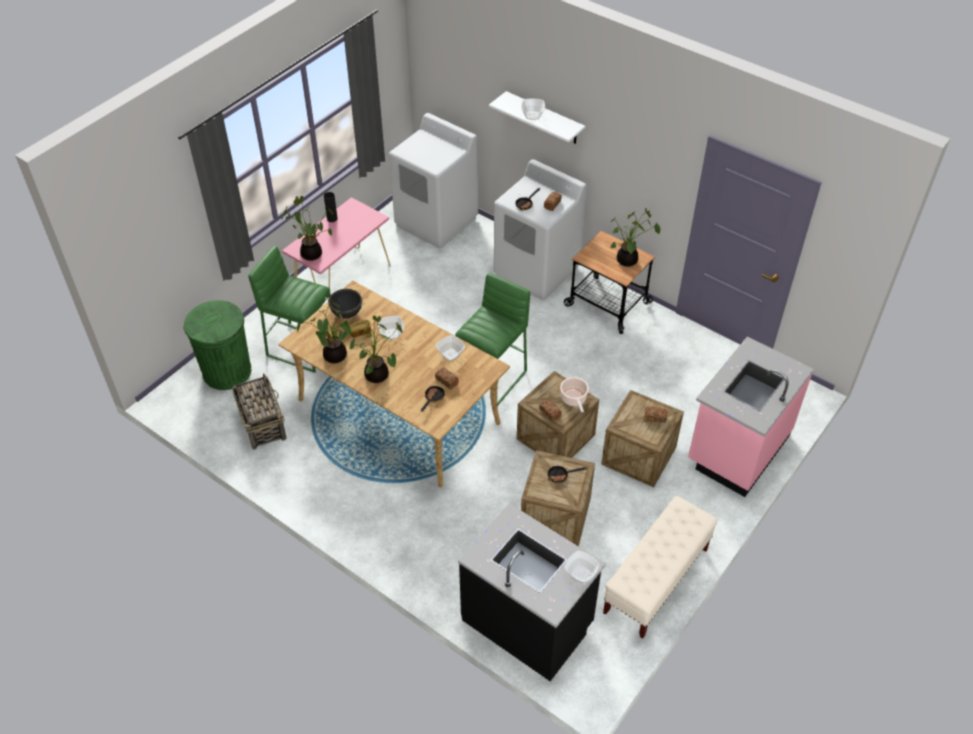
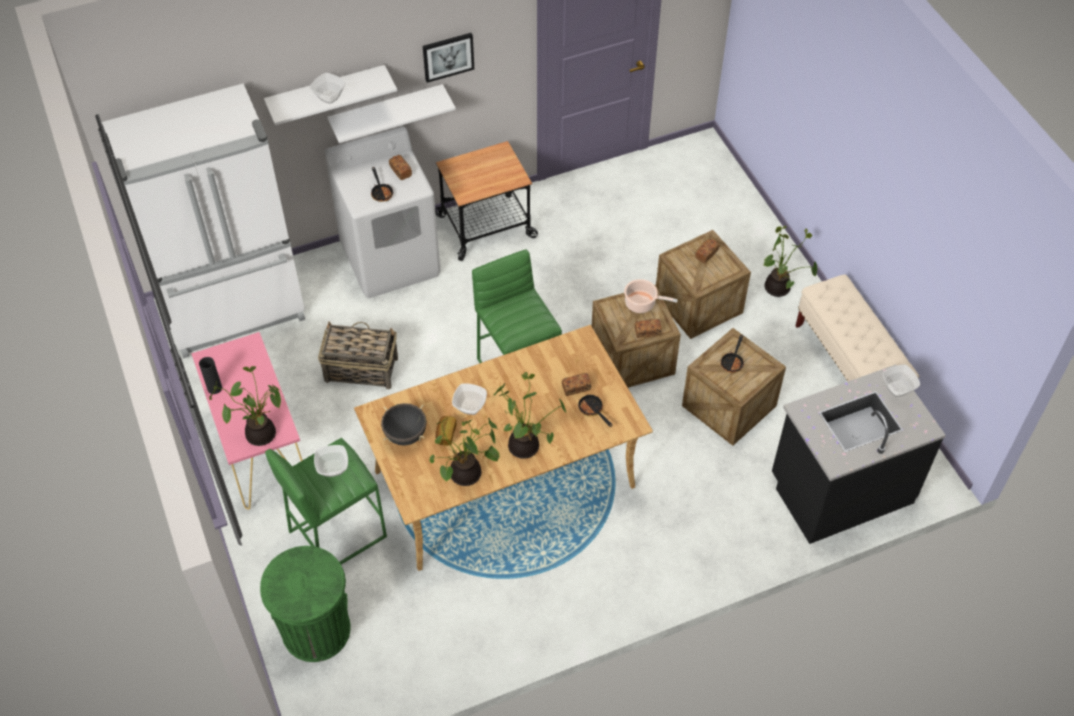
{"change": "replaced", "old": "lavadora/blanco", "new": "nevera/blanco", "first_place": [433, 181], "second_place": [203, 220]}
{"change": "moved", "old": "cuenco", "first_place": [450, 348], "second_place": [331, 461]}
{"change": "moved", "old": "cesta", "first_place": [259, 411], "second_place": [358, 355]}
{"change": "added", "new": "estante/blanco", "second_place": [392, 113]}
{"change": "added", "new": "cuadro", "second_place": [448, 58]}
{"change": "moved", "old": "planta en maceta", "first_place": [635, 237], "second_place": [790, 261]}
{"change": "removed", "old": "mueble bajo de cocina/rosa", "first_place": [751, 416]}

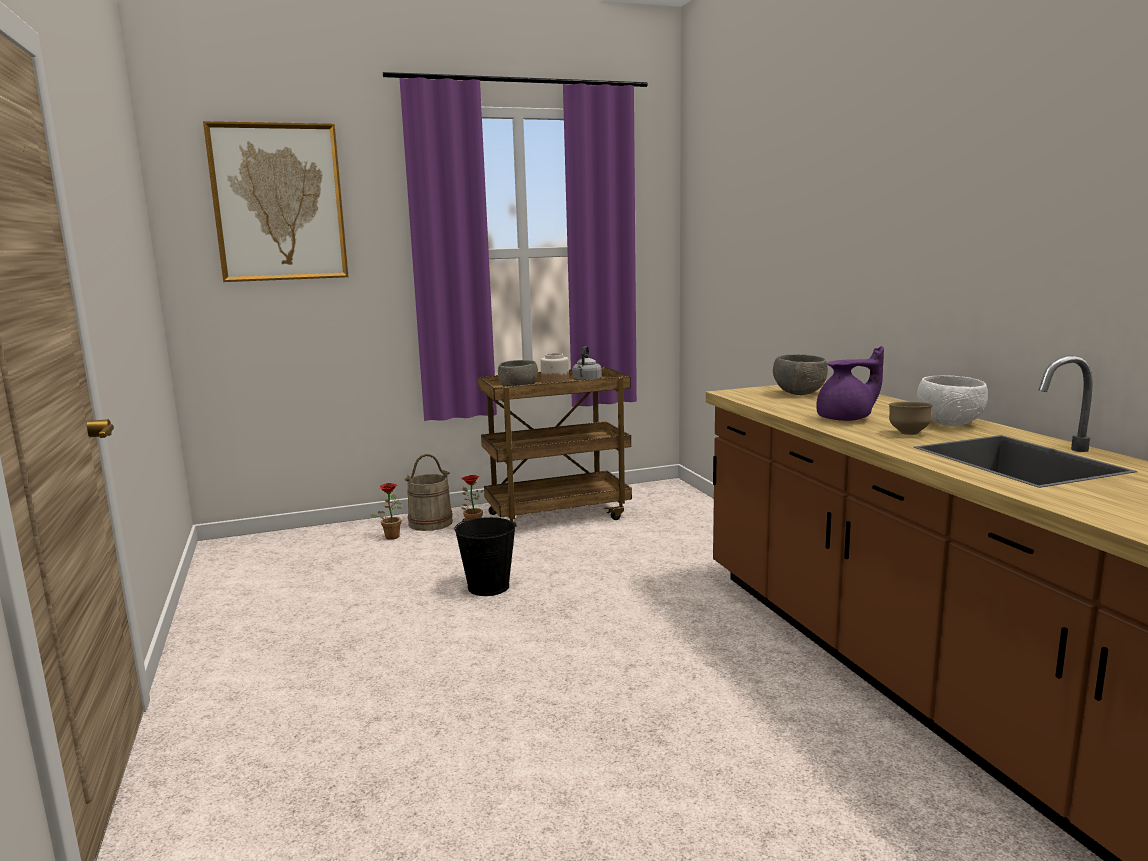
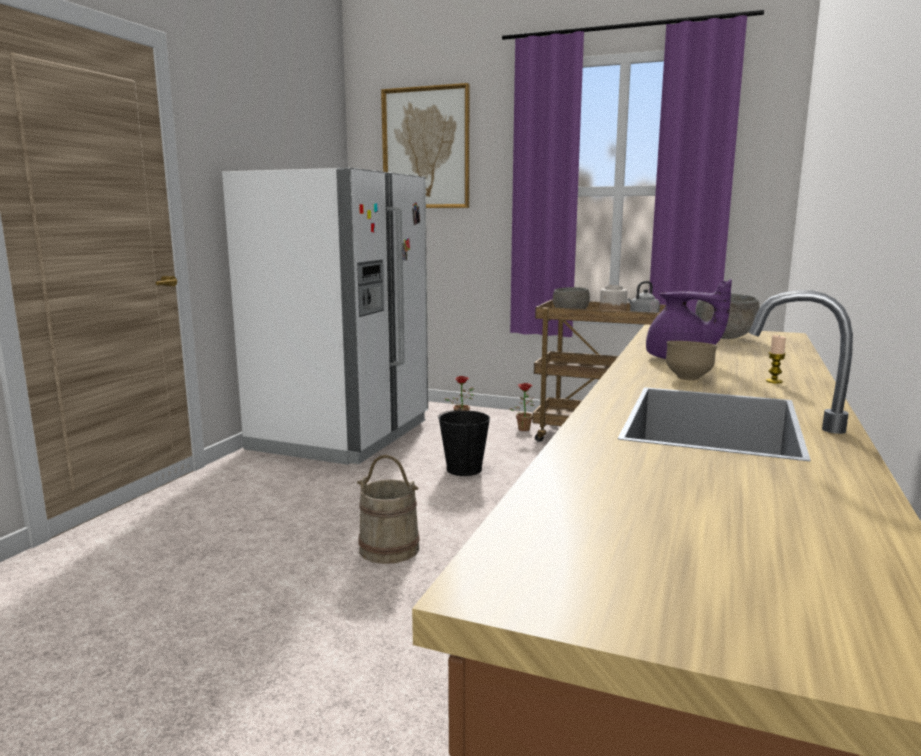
{"change": "added", "new": "nevera/blanco", "second_place": [325, 316]}
{"change": "moved", "old": "cubo/beis", "first_place": [428, 492], "second_place": [388, 509]}
{"change": "replaced", "old": "cuenco/blanco", "new": "vela", "first_place": [952, 400], "second_place": [776, 359]}

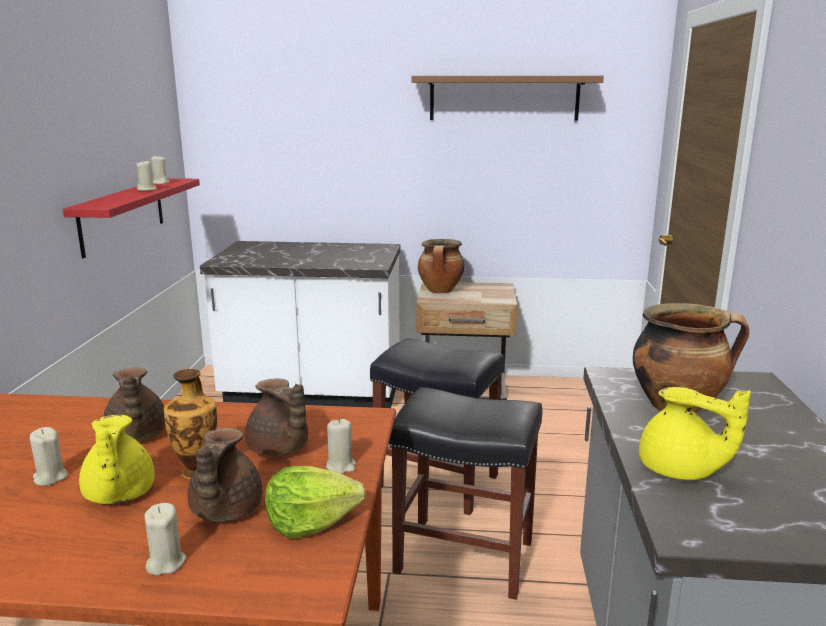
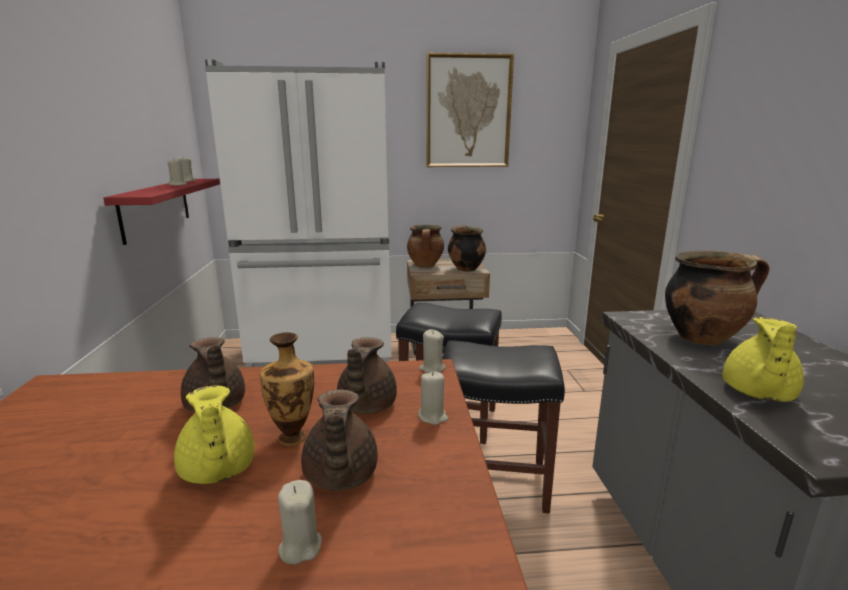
{"change": "replaced", "old": "mueble bajo de cocina/blanco", "new": "nevera/blanco", "first_place": [300, 324], "second_place": [298, 213]}
{"change": "turned", "old": "tetera/marrón", "first_place": [276, 417], "second_place": [367, 375], "degrees": 60}
{"change": "moved", "old": "vela/beis", "first_place": [48, 456], "second_place": [432, 351]}
{"change": "replaced", "old": "estante/marrón", "new": "cuadro", "first_place": [508, 98], "second_place": [470, 110]}
{"change": "added", "new": "olla", "second_place": [467, 248]}
{"change": "turned", "old": "tetera/amarillo", "first_place": [695, 433], "second_place": [763, 359], "degrees": 90}
{"change": "removed", "old": "lechuga", "first_place": [315, 502]}

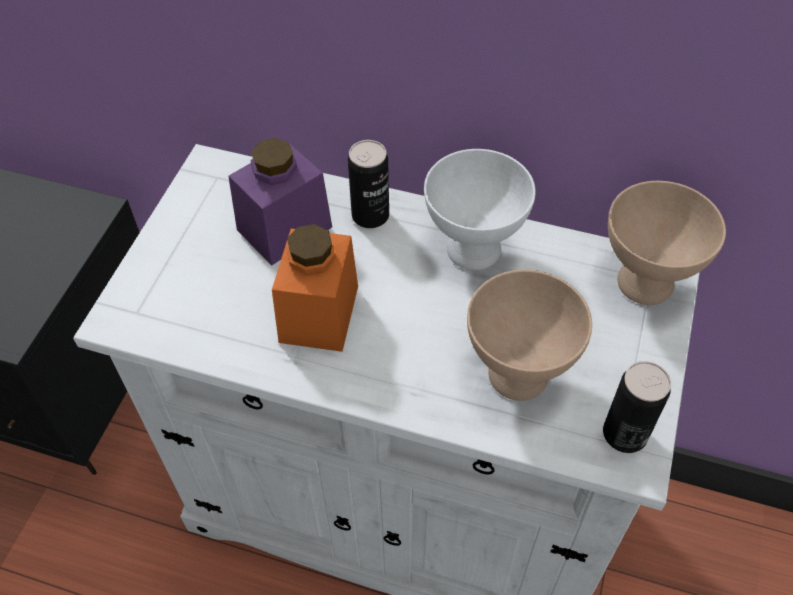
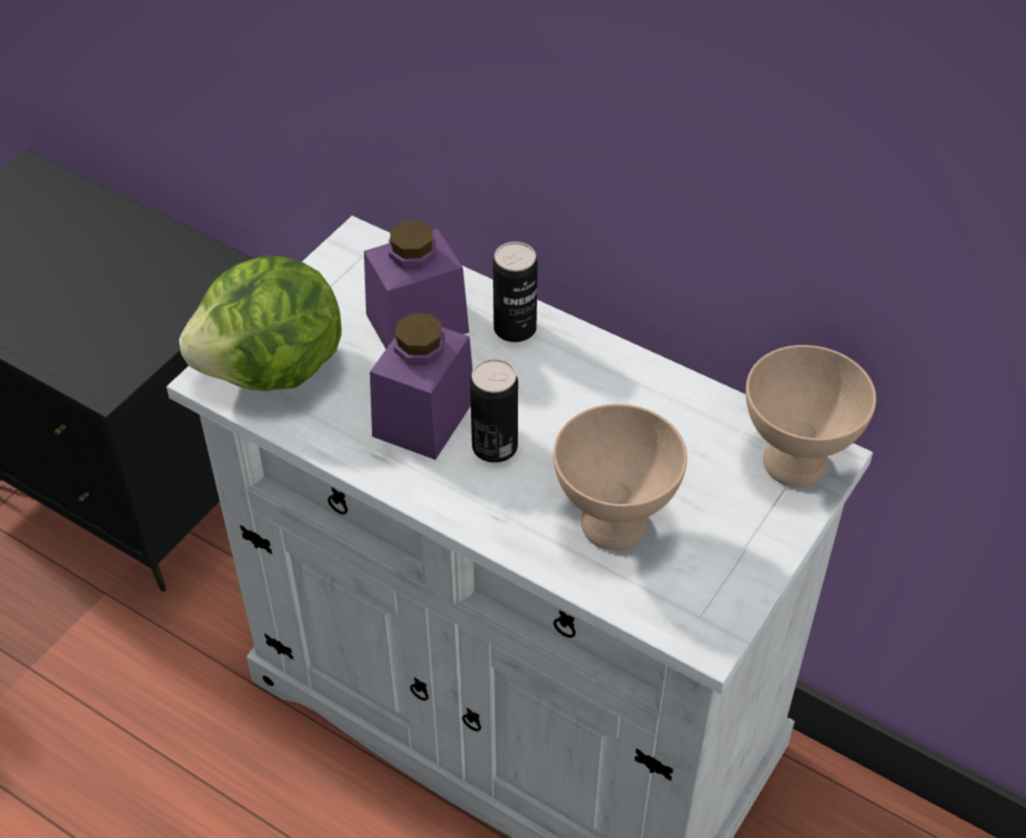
{"change": "added", "new": "lechuga", "second_place": [260, 323]}
{"change": "recoloured", "old": "tarro/naranja", "new": "tarro/morado", "first_place": [315, 288], "second_place": [421, 386]}
{"change": "moved", "old": "lata", "first_place": [637, 407], "second_place": [494, 411]}
{"change": "removed", "old": "cuenco/blanco", "first_place": [480, 209]}

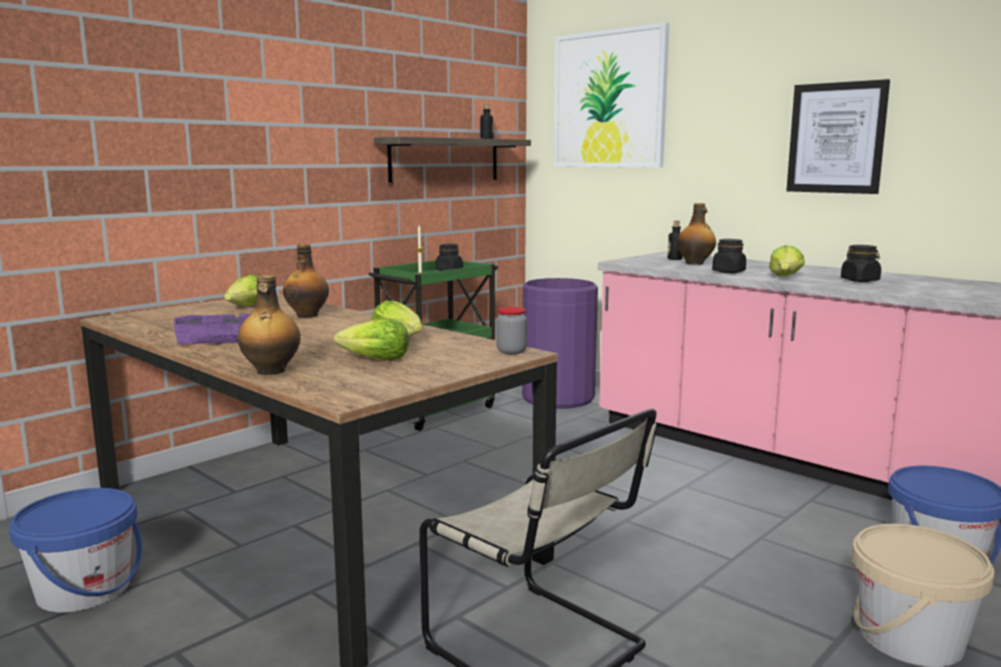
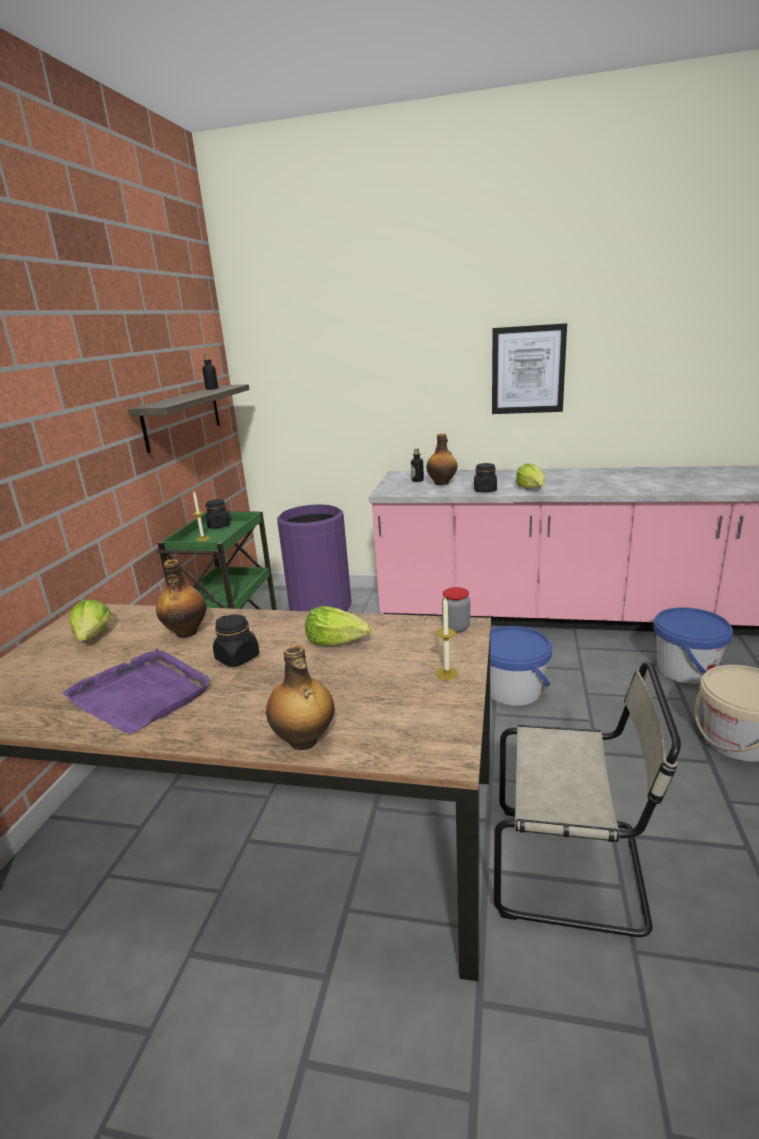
{"change": "moved", "old": "tarro/negro", "first_place": [861, 263], "second_place": [236, 641]}
{"change": "added", "new": "vela", "second_place": [447, 638]}
{"change": "moved", "old": "cubo/azul", "first_place": [75, 550], "second_place": [521, 666]}
{"change": "removed", "old": "lechuga", "first_place": [371, 340]}
{"change": "removed", "old": "cuadro", "first_place": [612, 95]}

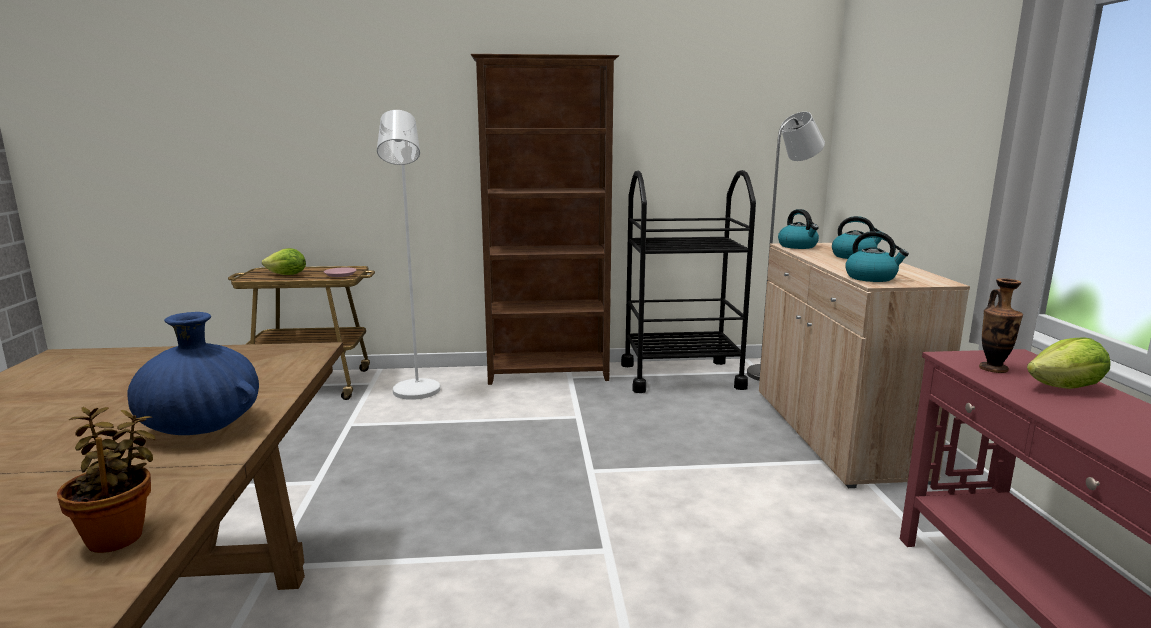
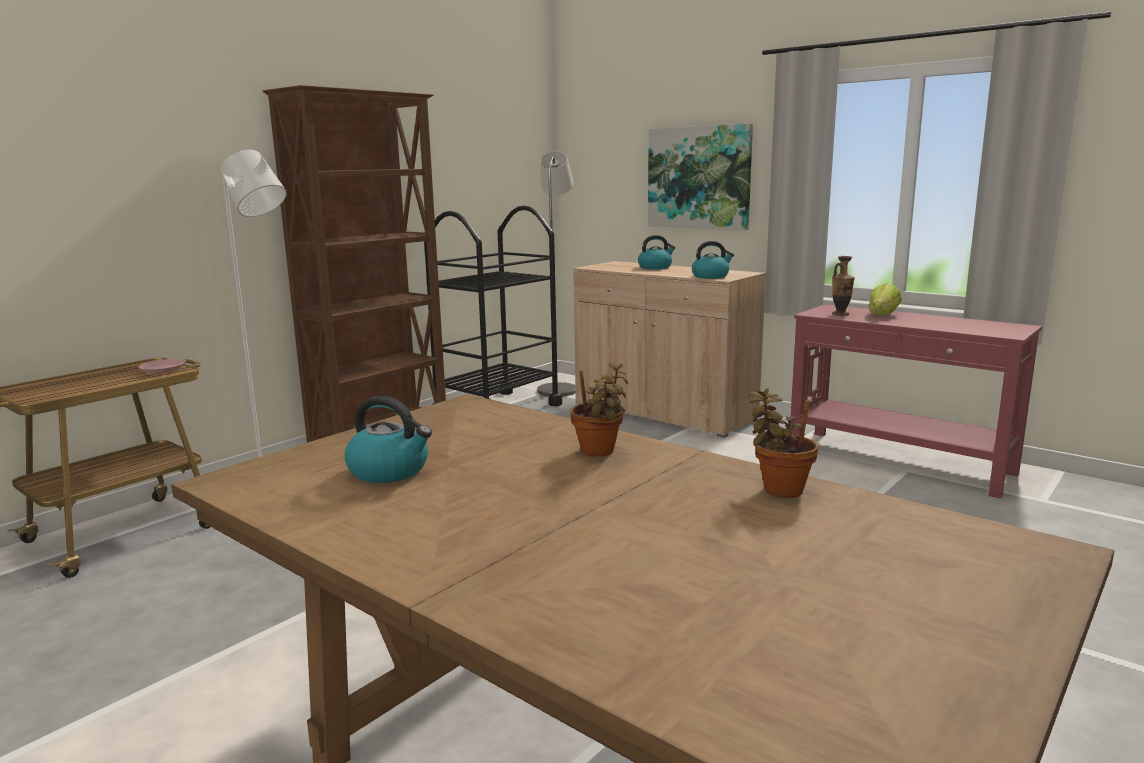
{"change": "moved", "old": "hervidor", "first_place": [798, 229], "second_place": [388, 439]}
{"change": "replaced", "old": "florero/azul", "new": "planta en maceta", "first_place": [193, 373], "second_place": [599, 409]}
{"change": "added", "new": "cuadro", "second_place": [700, 177]}
{"change": "removed", "old": "lechuga", "first_place": [284, 261]}

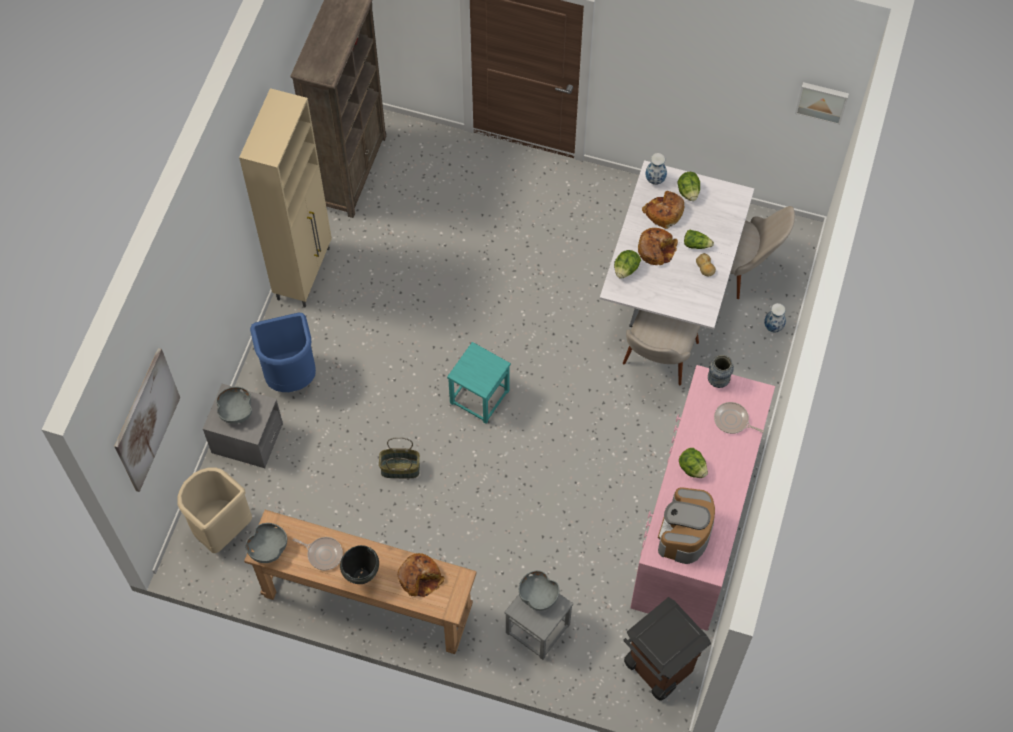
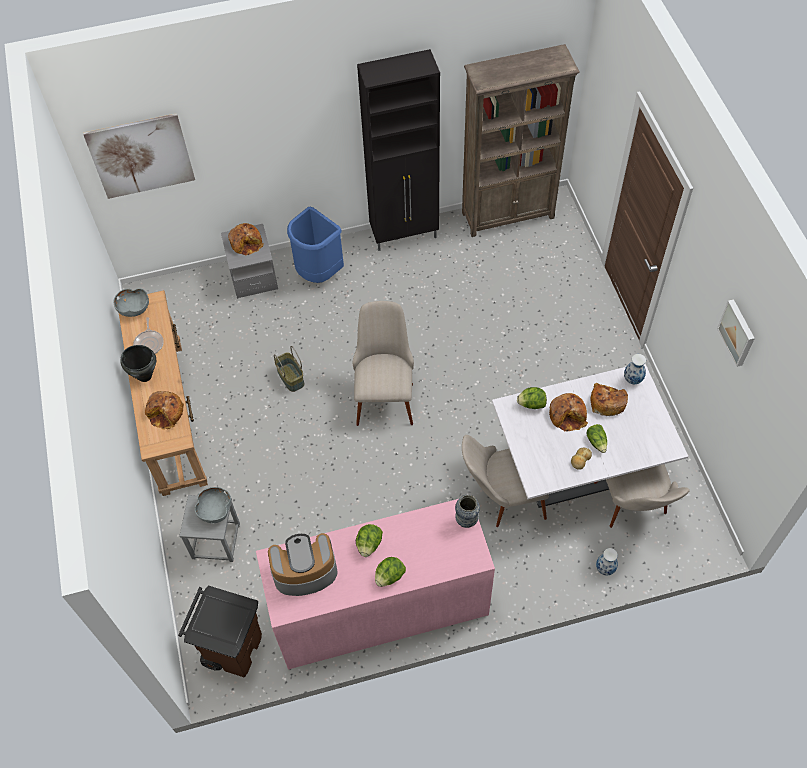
{"change": "replaced", "old": "cuenco/gris", "new": "pan", "first_place": [234, 405], "second_place": [246, 239]}
{"change": "replaced", "old": "taburete/turquesa", "new": "silla/beis", "first_place": [479, 383], "second_place": [383, 363]}
{"change": "recoloured", "old": "armario/beis", "new": "armario/negro", "first_place": [285, 198], "second_place": [398, 150]}
{"change": "moved", "old": "lechuga", "first_place": [689, 186], "second_place": [390, 572]}
{"change": "moved", "old": "cuadro", "first_place": [822, 103], "second_place": [736, 333]}
{"change": "removed", "old": "papelera/beis", "first_place": [214, 510]}
{"change": "removed", "old": "sartén", "first_place": [739, 418]}

